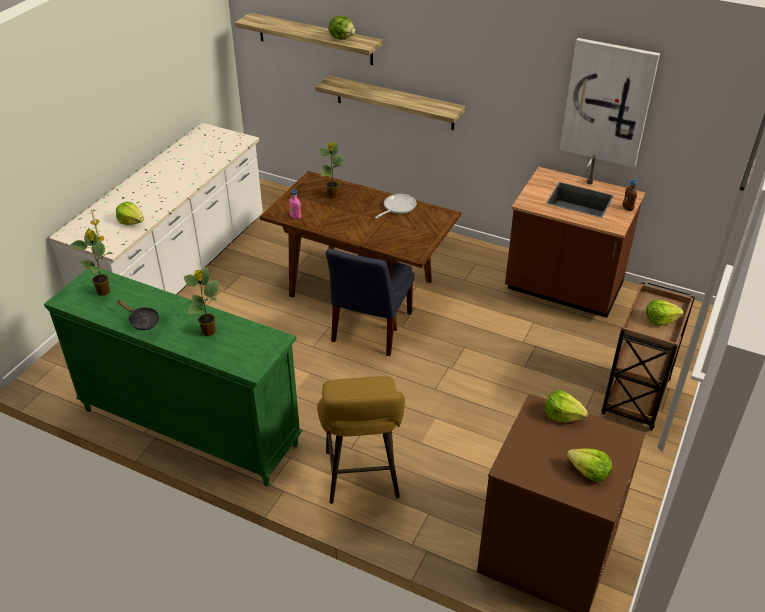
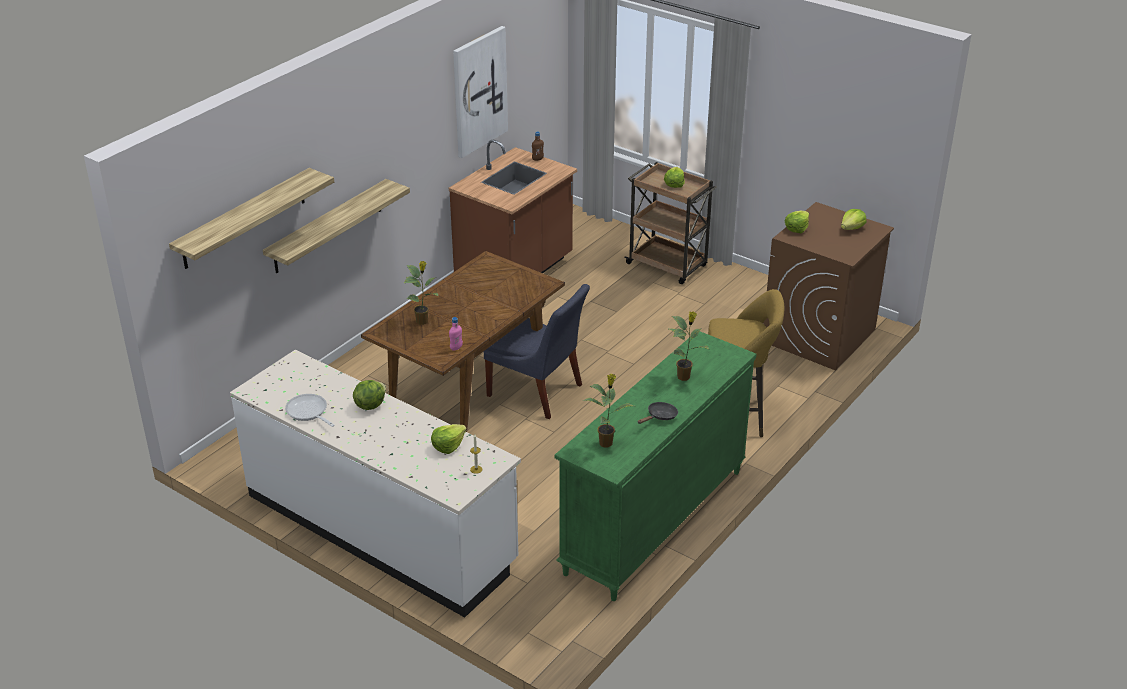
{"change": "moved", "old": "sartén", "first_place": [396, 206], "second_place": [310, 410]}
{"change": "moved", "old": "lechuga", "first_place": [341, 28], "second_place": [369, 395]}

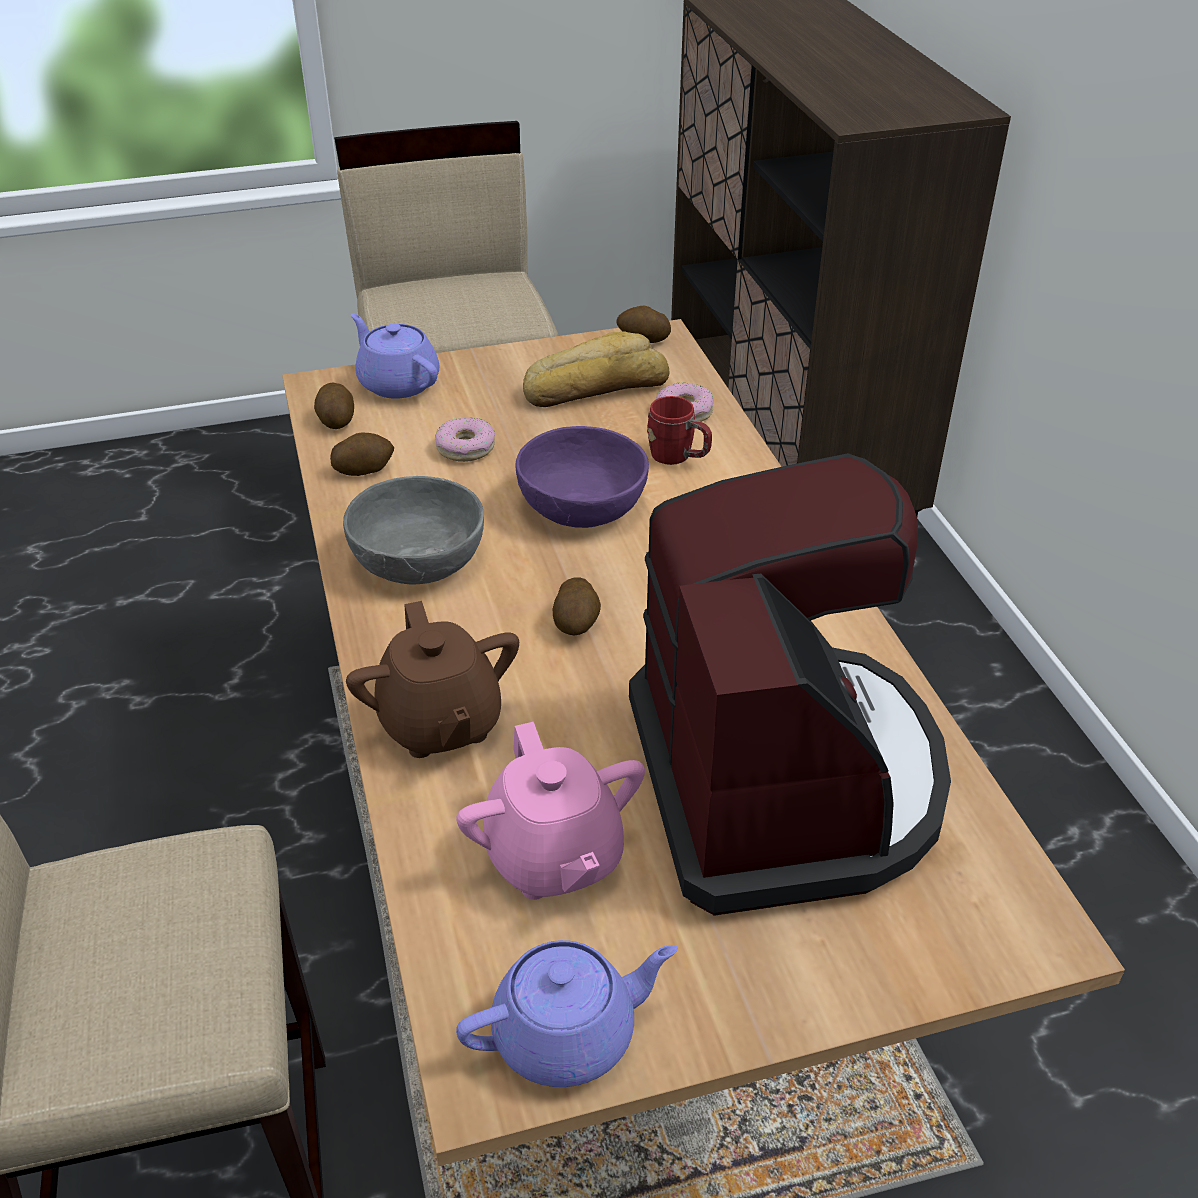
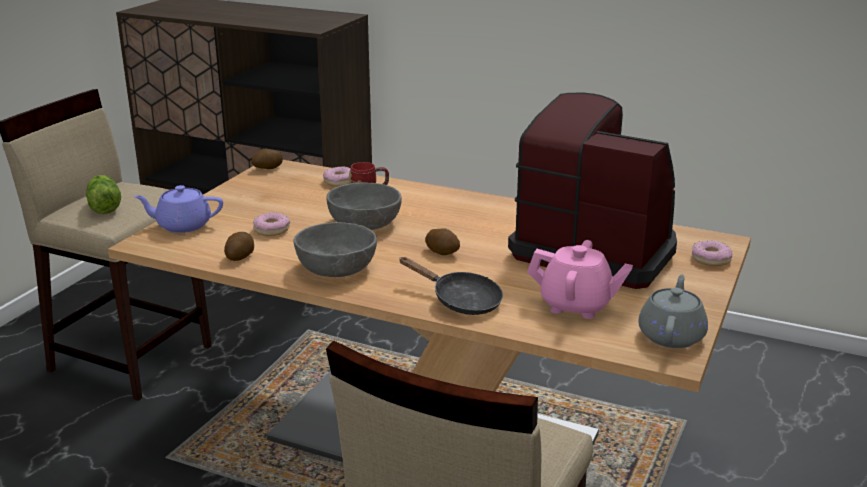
{"change": "added", "new": "lechuga", "second_place": [103, 194]}
{"change": "recoloured", "old": "cuenco/morado", "new": "cuenco/gris", "first_place": [582, 477], "second_place": [364, 206]}
{"change": "replaced", "old": "tetera/marrón", "new": "sartén/negro", "first_place": [432, 679], "second_place": [451, 286]}
{"change": "recoloured", "old": "tetera/morado", "new": "tetera/gris", "first_place": [567, 1013], "second_place": [673, 311]}
{"change": "added", "new": "rosquilla", "second_place": [712, 253]}
{"change": "removed", "old": "patata", "first_place": [334, 405]}
{"change": "removed", "old": "pan", "first_place": [596, 369]}

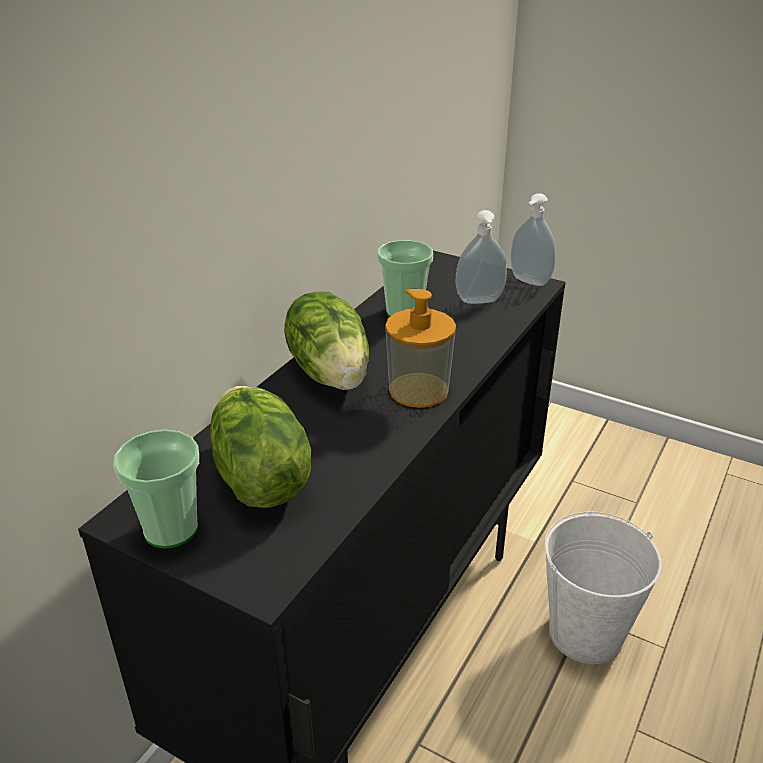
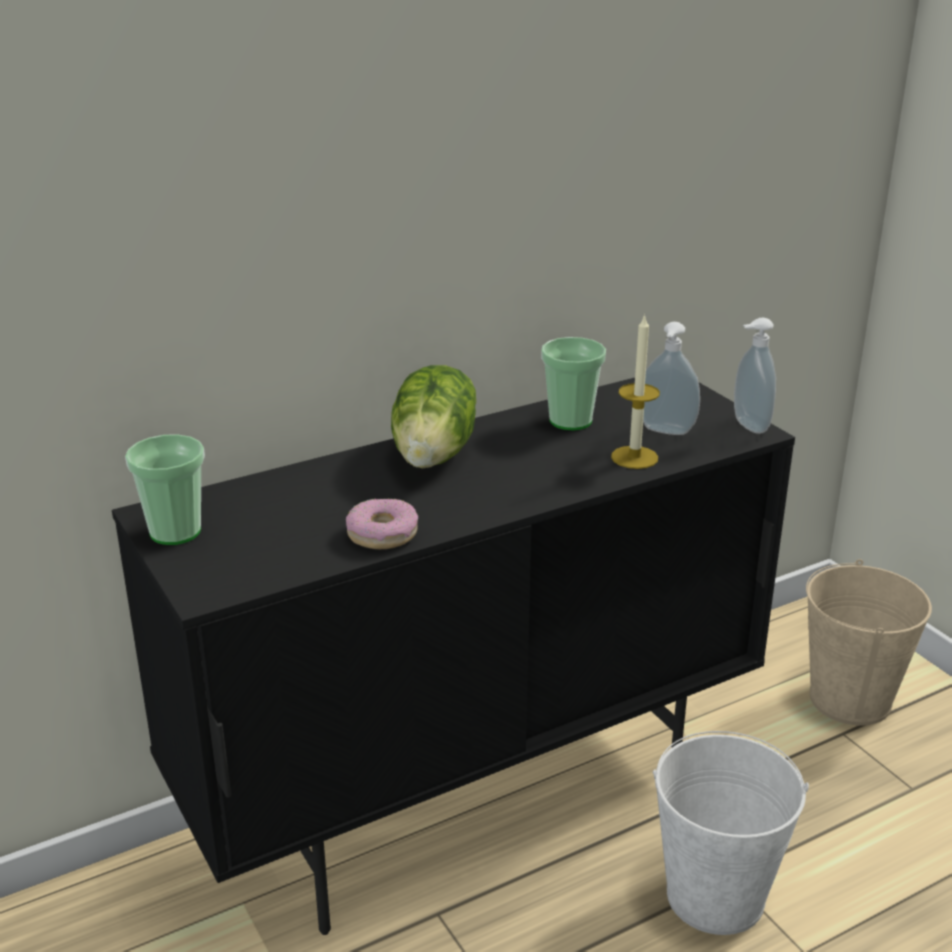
{"change": "added", "new": "rosquilla", "second_place": [382, 524]}
{"change": "added", "new": "vela", "second_place": [635, 391]}
{"change": "added", "new": "cubo/beis", "second_place": [869, 642]}
{"change": "removed", "old": "lechuga", "first_place": [260, 447]}
{"change": "removed", "old": "dispensador de jabón", "first_place": [420, 348]}

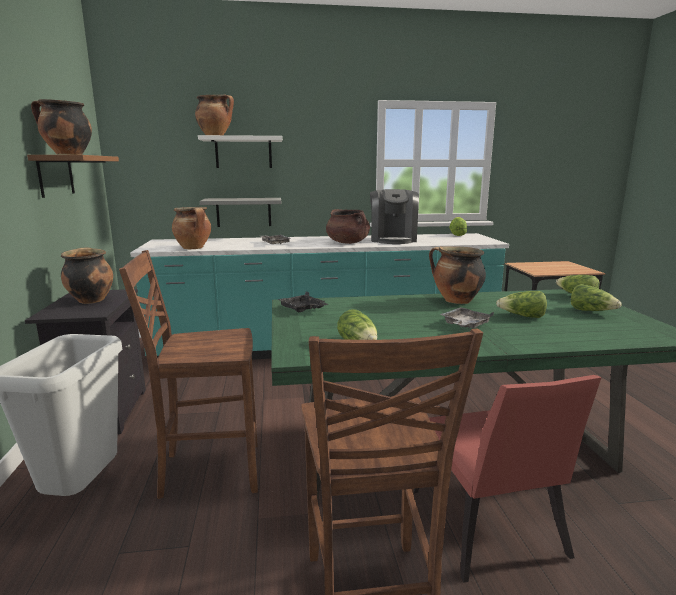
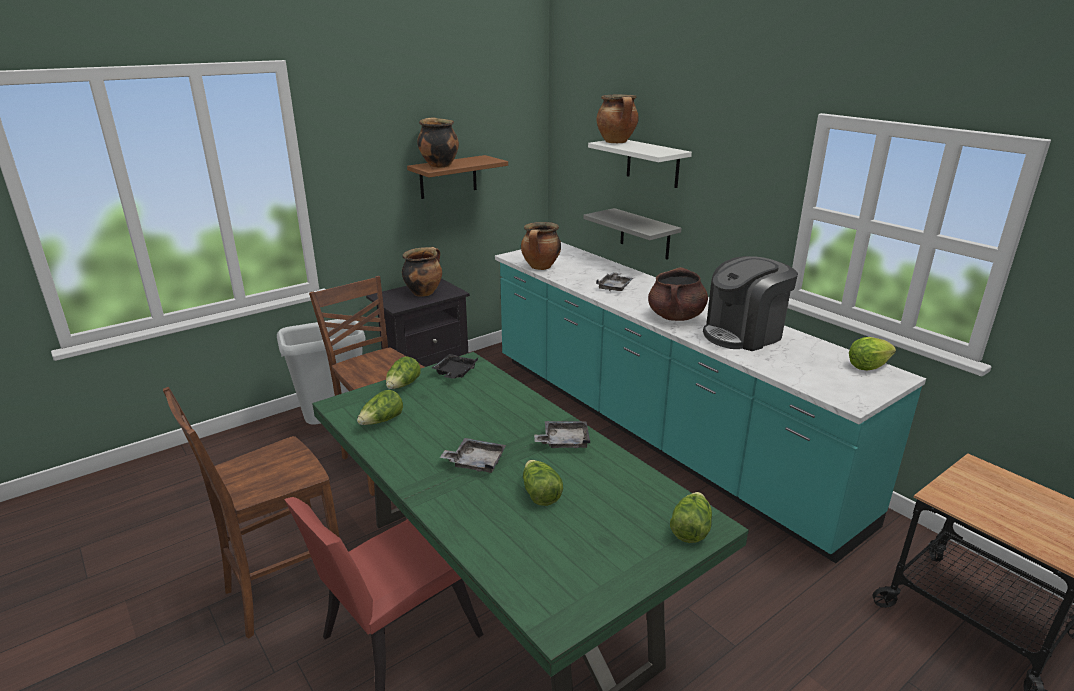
{"change": "moved", "old": "lechuga", "first_place": [596, 297], "second_place": [403, 372]}
{"change": "replaced", "old": "olla", "new": "bandeja/gris", "first_place": [457, 275], "second_place": [562, 434]}

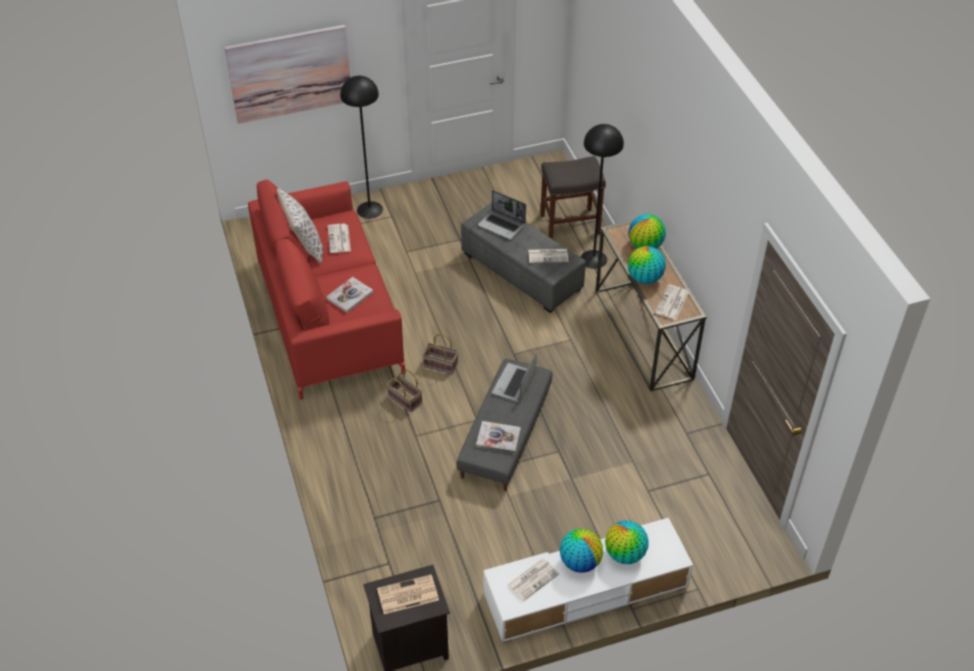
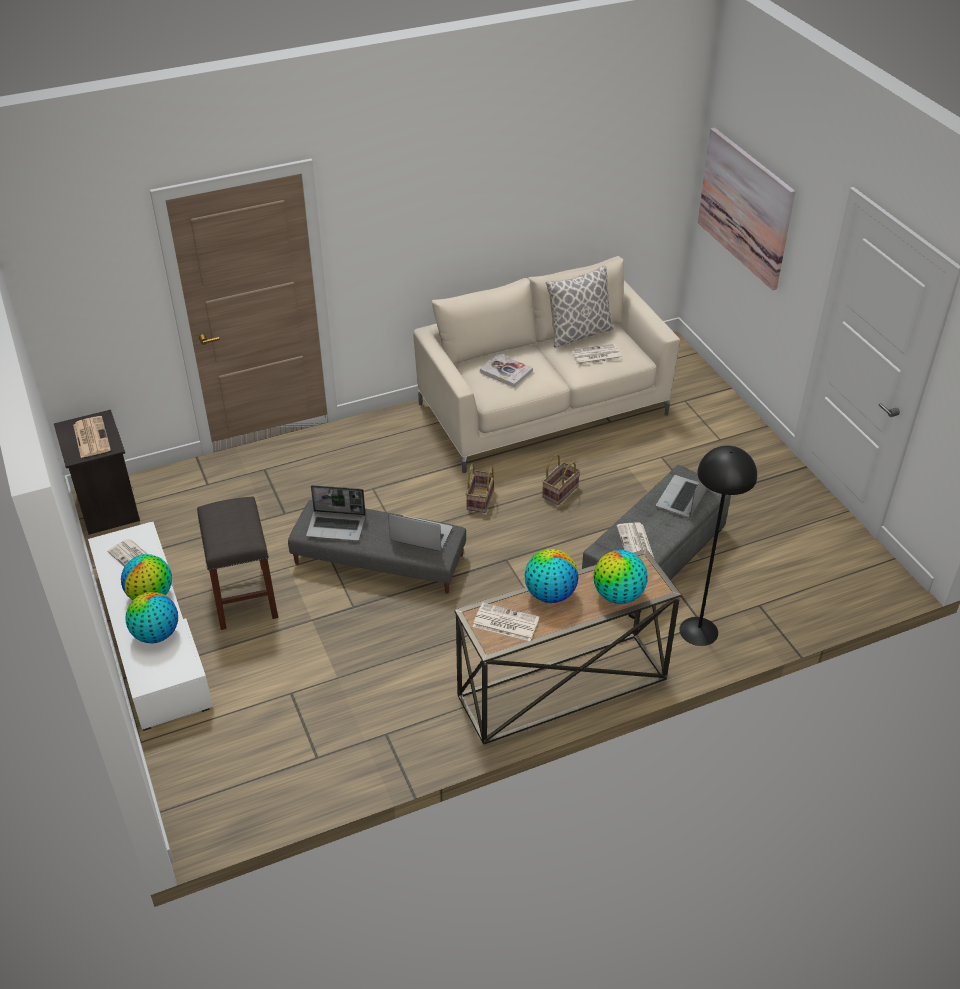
{"change": "moved", "old": "taburete/gris", "first_place": [573, 197], "second_place": [237, 563]}
{"change": "replaced", "old": "libro", "new": "portátil", "first_place": [498, 437], "second_place": [336, 513]}
{"change": "recoloured", "old": "sofá/rojo", "new": "sofá/beis", "first_place": [326, 289], "second_place": [546, 364]}
{"change": "moved", "old": "cesta", "first_place": [404, 390], "second_place": [561, 479]}
{"change": "removed", "old": "lámpara de pie/negro", "first_place": [361, 147]}

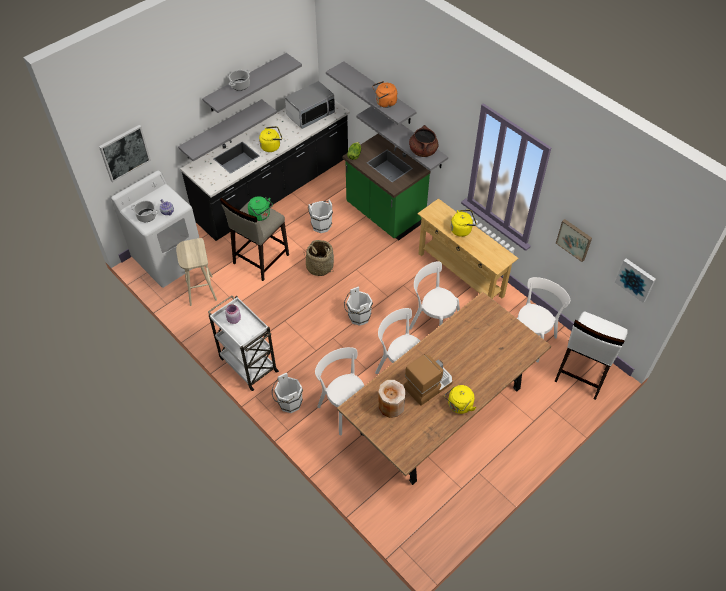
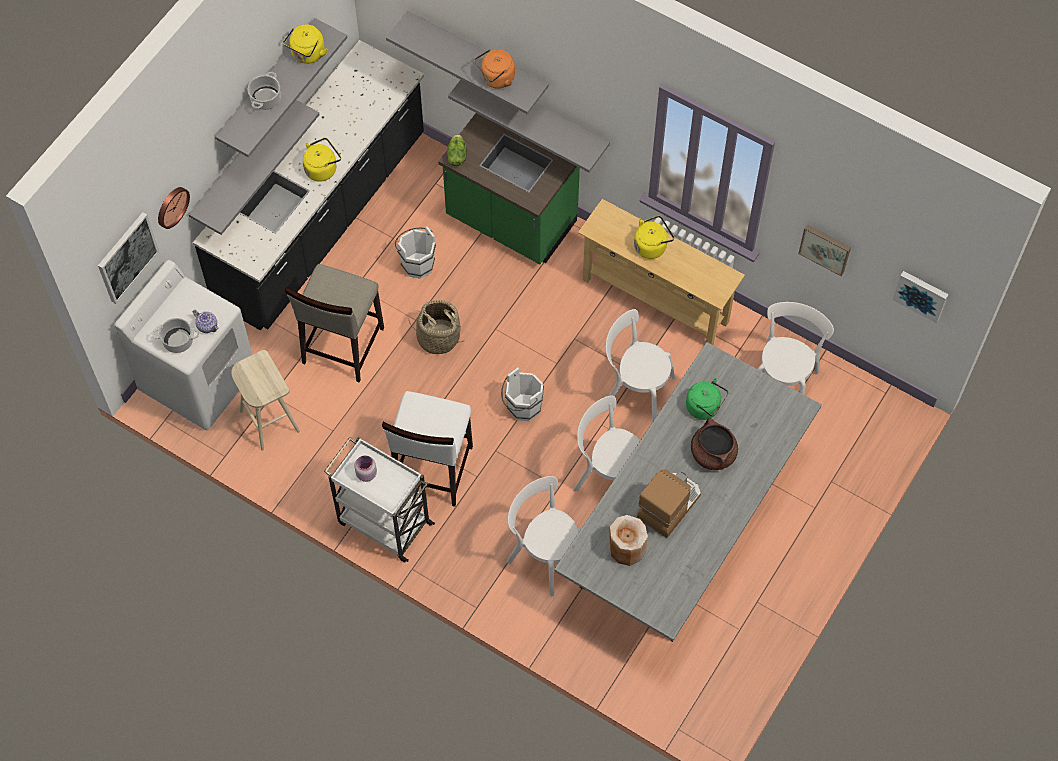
{"change": "added", "new": "reloj de pared", "second_place": [174, 208]}
{"change": "moved", "old": "hervidor/amarillo", "first_place": [460, 399], "second_place": [305, 44]}
{"change": "moved", "old": "taburete/blanco", "first_place": [591, 355], "second_place": [427, 449]}
{"change": "recoloured", "old": "mesa de comedor/marrón", "new": "mesa de comedor/gris", "first_place": [444, 388], "second_place": [688, 492]}
{"change": "moved", "old": "hervidor/verde", "first_place": [260, 208], "second_place": [707, 399]}
{"change": "moved", "old": "olla/marrón", "first_place": [423, 141], "second_place": [714, 444]}
{"change": "removed", "old": "cubo/blanco", "first_place": [287, 393]}
{"change": "removed", "old": "microondas", "first_place": [310, 105]}

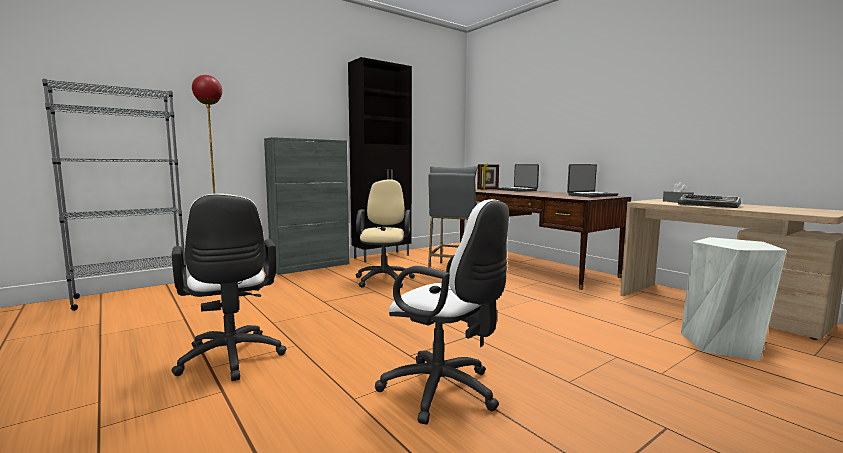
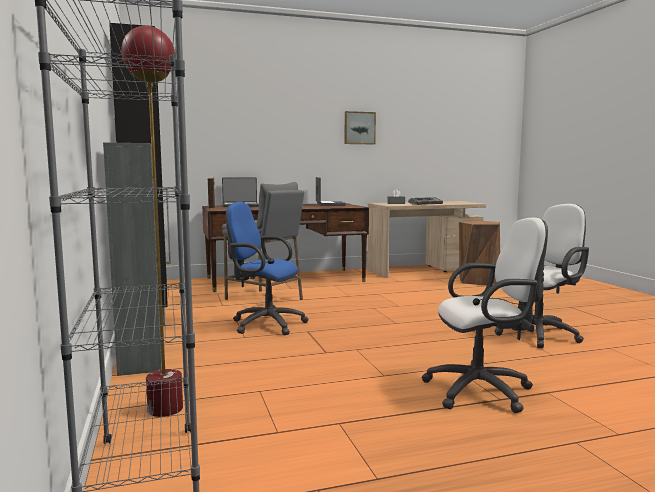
{"change": "recoloured", "old": "silla de oficina/beis", "new": "silla de oficina/azul", "first_place": [385, 233], "second_place": [267, 268]}
{"change": "added", "new": "cuadro", "second_place": [360, 127]}
{"change": "recoloured", "old": "taburete/blanco", "new": "taburete/marrón", "first_place": [734, 299], "second_place": [479, 253]}

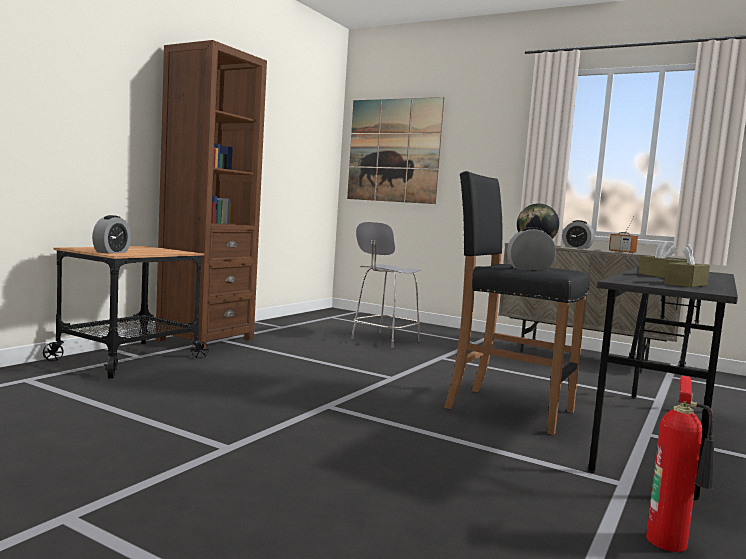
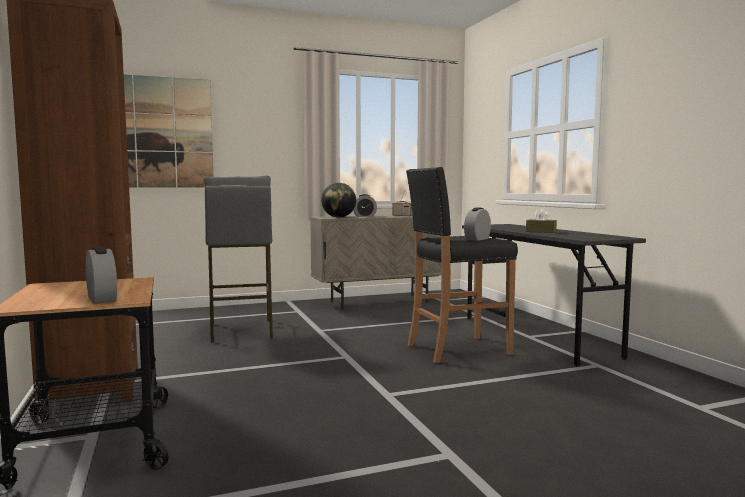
{"change": "replaced", "old": "silla/gris", "new": "taburete/gris", "first_place": [386, 285], "second_place": [238, 259]}
{"change": "removed", "old": "extintor", "first_place": [680, 464]}
{"change": "removed", "old": "caja de pañuelos/marrón", "first_place": [687, 265]}

